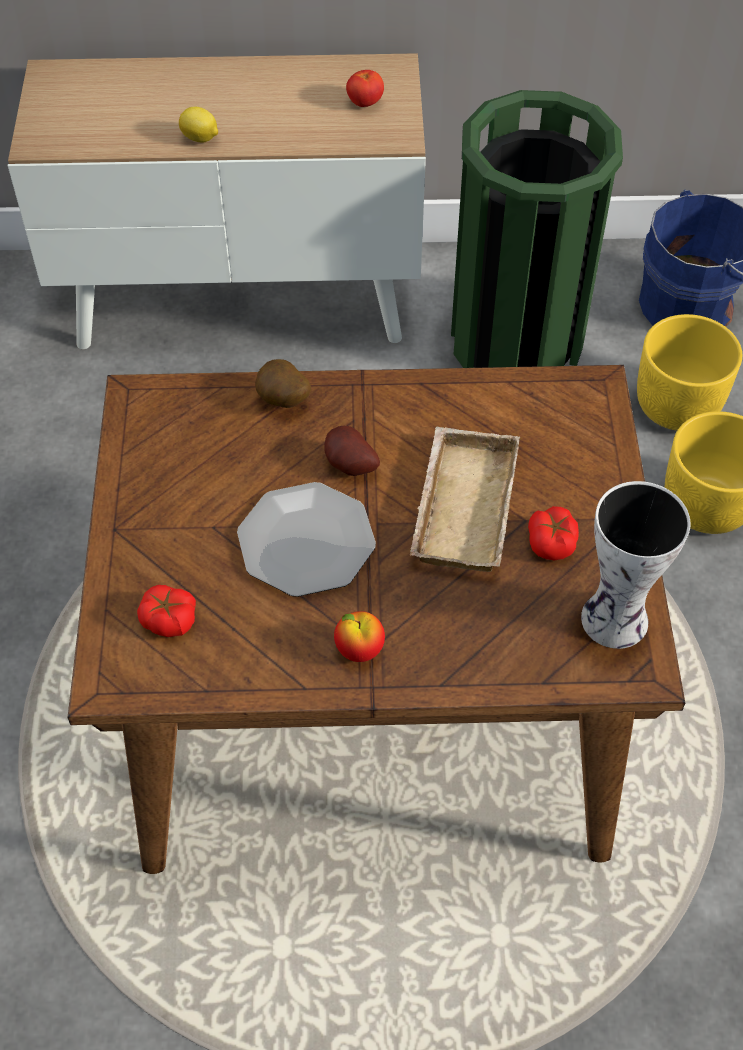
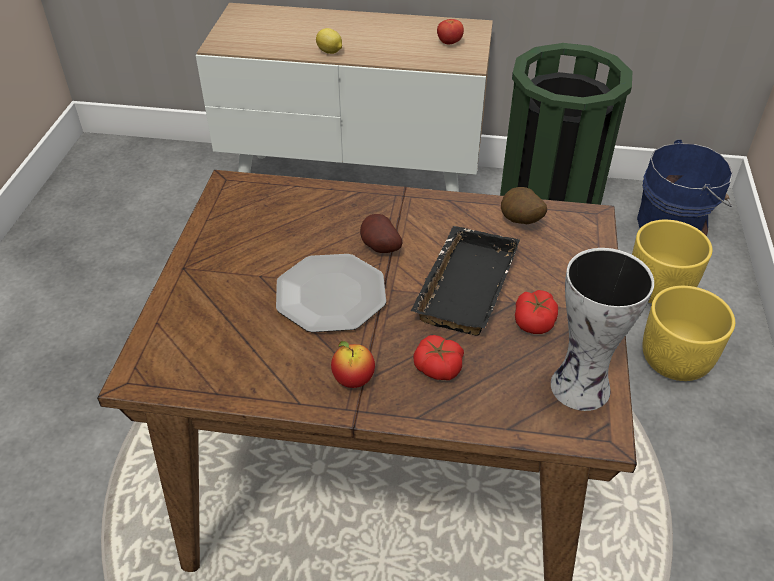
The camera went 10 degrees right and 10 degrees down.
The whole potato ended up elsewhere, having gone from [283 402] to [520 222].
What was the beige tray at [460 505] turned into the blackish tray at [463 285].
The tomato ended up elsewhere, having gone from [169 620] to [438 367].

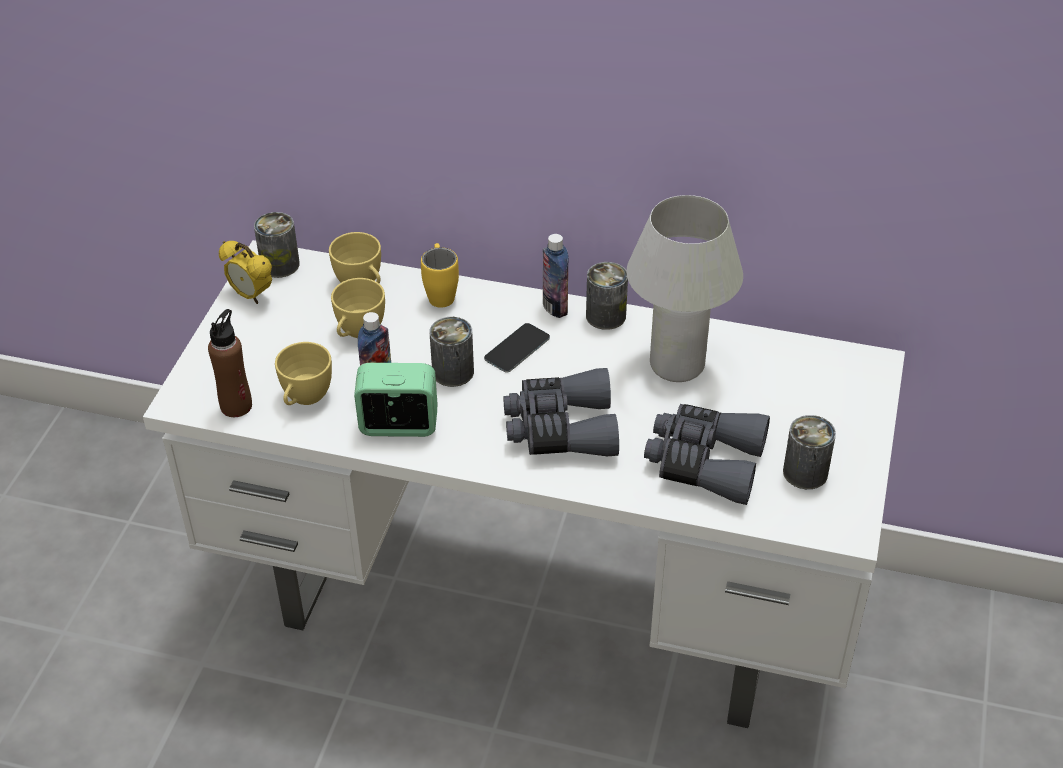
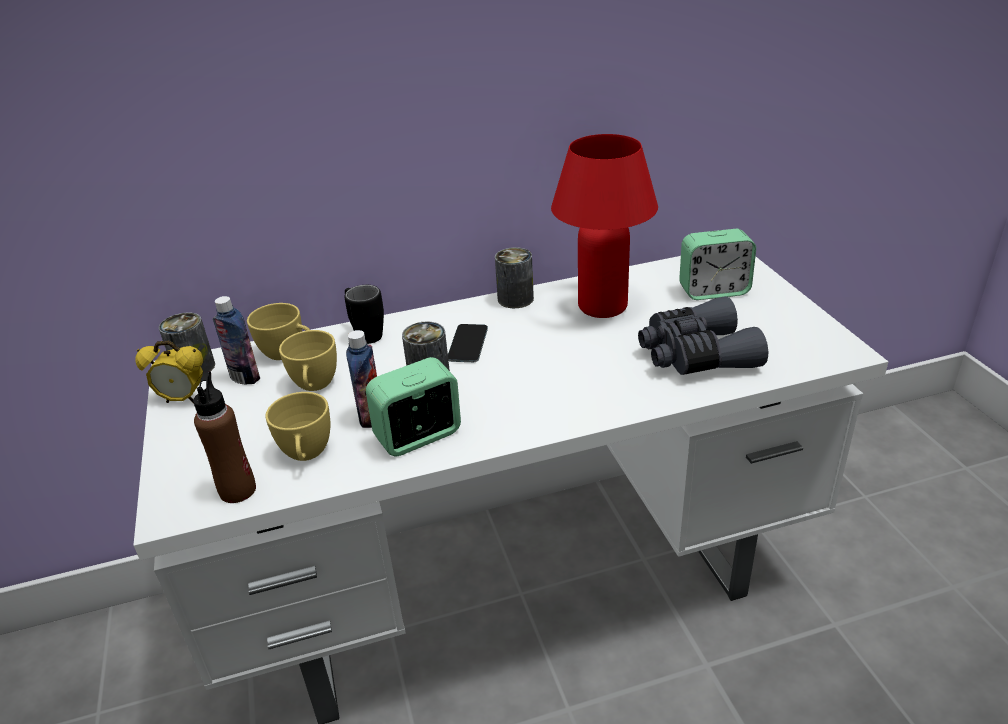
The camera went 30 degrees left and 10 degrees down.
What was the white-coloured table lamp at [676 365] turned into the reddish table lamp at [602 307].
The beverage bottle ended up elsewhere, having gone from [555 307] to [245 377].
What was the yellow tea mug at [440 293] turned into the blackish tea mug at [365 333].
The second view lost the gray field glasses at [560 428].
The second view lost the sealed can at [805 472].
The second view gained the table clock at [713 291].

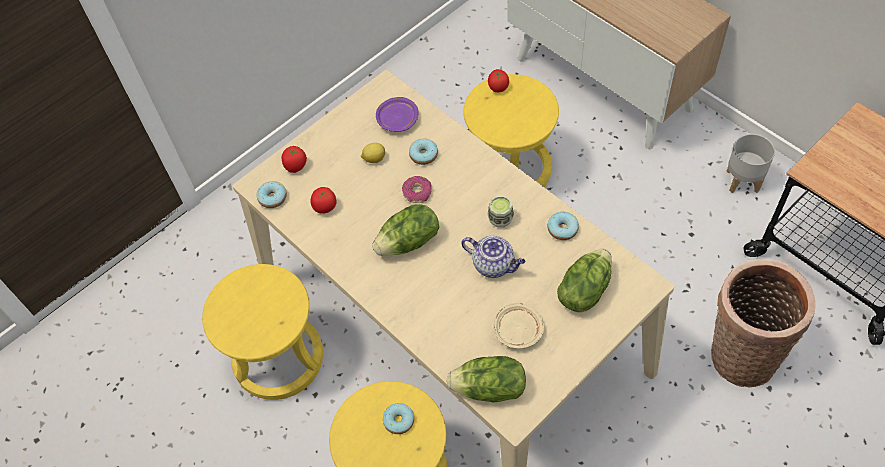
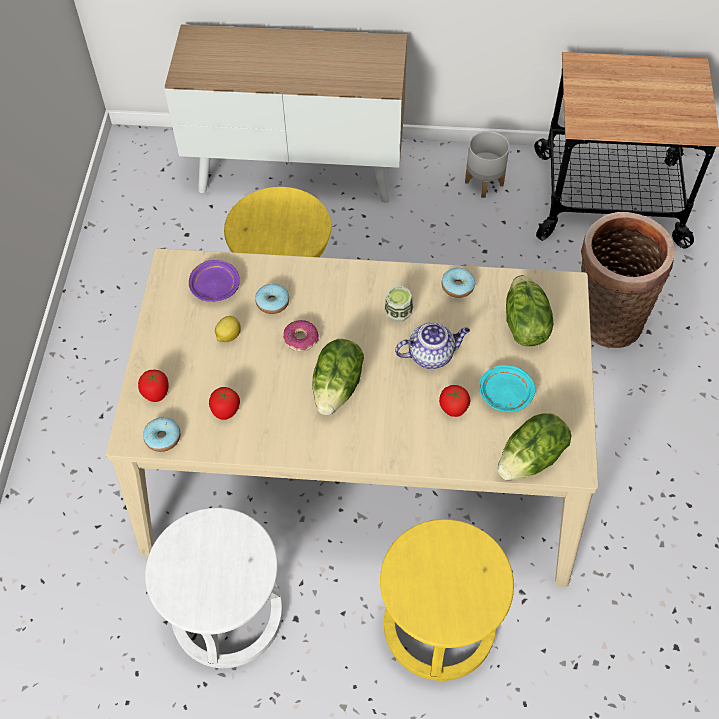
The camera went 45 degrees left and 0 degrees up.
The tomato ended up elsewhere, having gone from [498 88] to [453 408].
What was the yellow stool seat at [278 358] turned into the white-coloured stool seat at [227 615].
What was the beige flat dish at [517 329] turned into the turquoise flat dish at [505 394].
The second view lost the doughnut at [399 421].

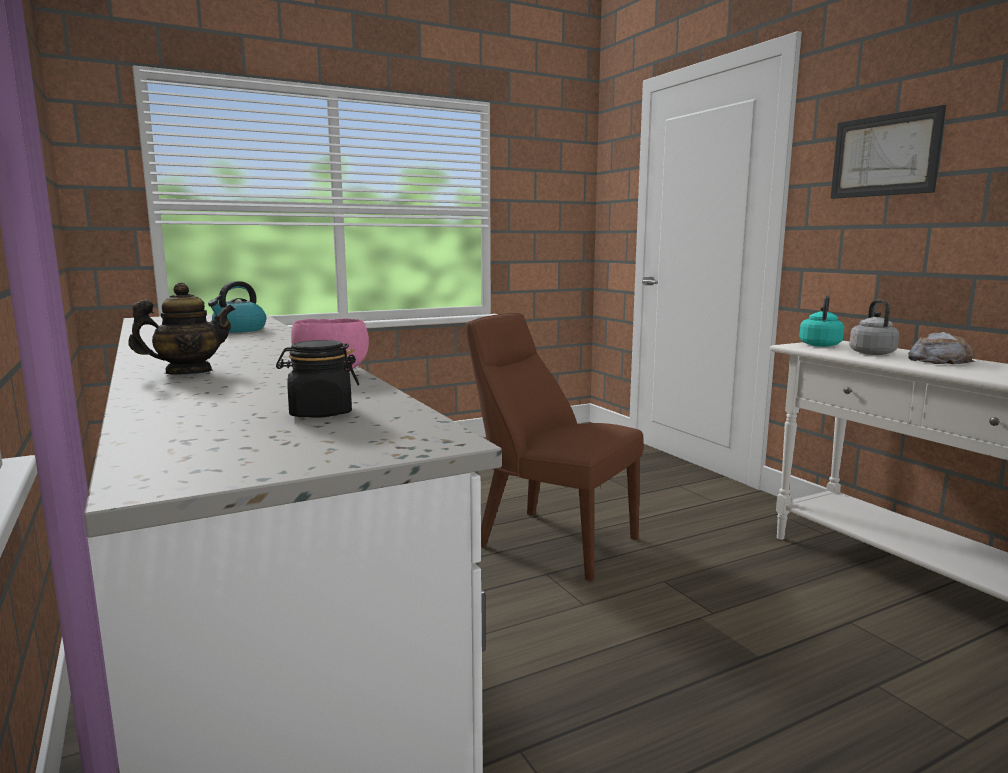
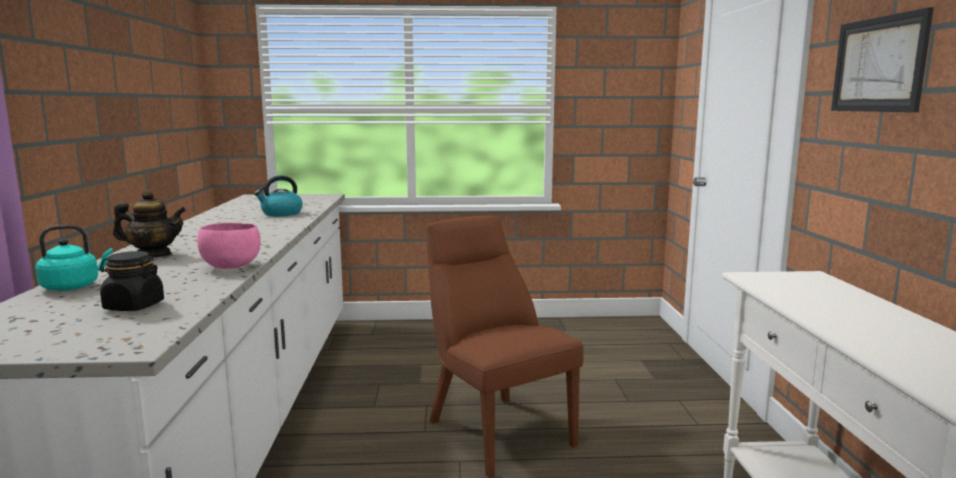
The camera went 25 degrees right and 0 degrees up.
The turquoise water kettle ended up elsewhere, having gone from [820 344] to [74 286].
The second view lost the gray water kettle at [870 353].
The second view lost the baked bread at [939 360].

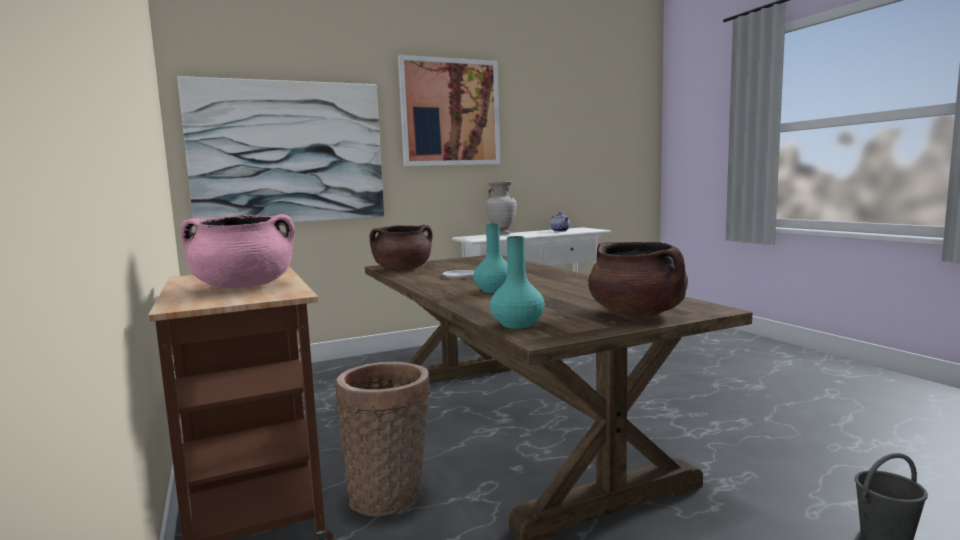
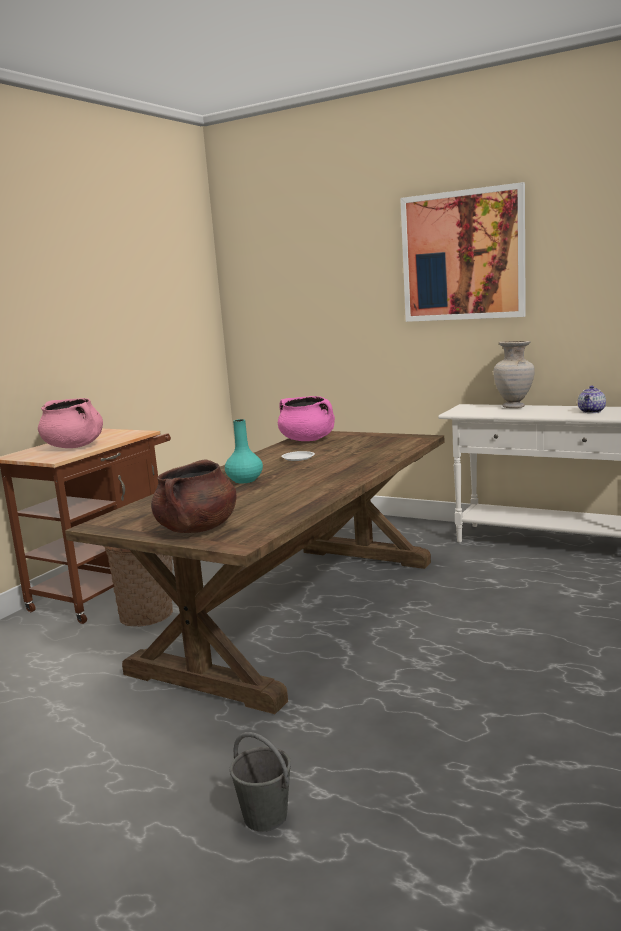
The camera went 55 degrees right and 5 degrees up.
The second view lost the wall picture at [289 153].
What was the brownish saucepot at [402 269] turned into the pink-coloured saucepot at [308 440].
The second view lost the turquoise vase at [518 324].

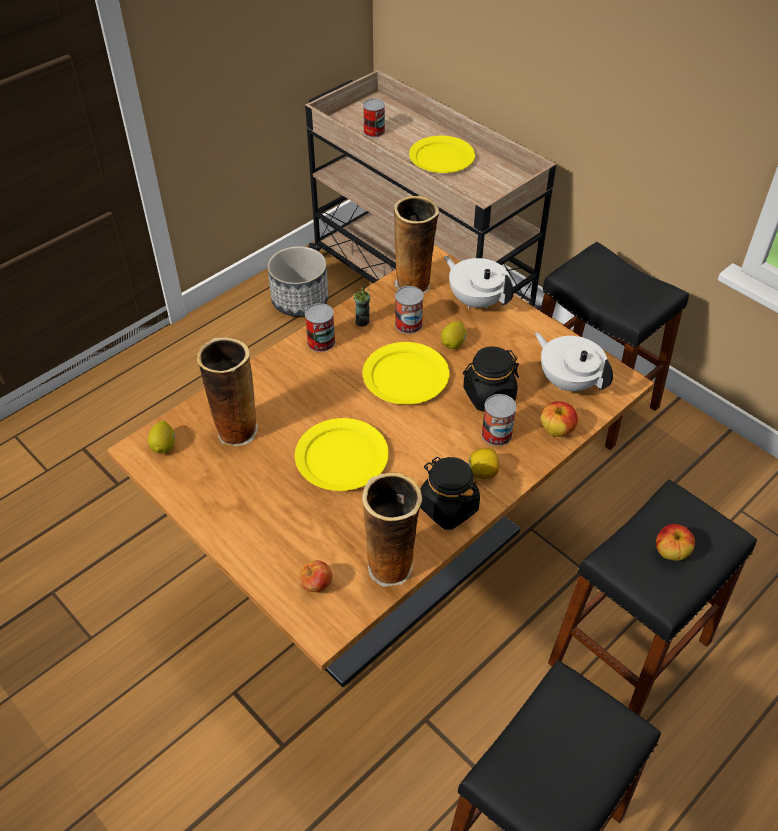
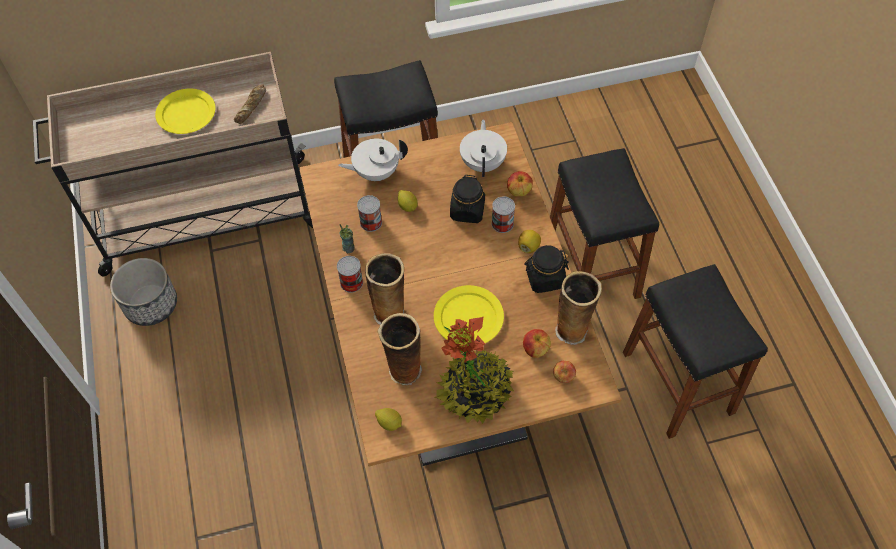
The camera went 60 degrees left and 10 degrees up.
The second view lost the sealed can at [374 131].
The vase ended up elsewhere, having gone from [414 284] to [390 312].
The white-coloured teapot at [568 381] ended up facing another way, 105 degrees clockwise from before.
The second view lost the yellow flat dish at [406 376].
The apple fruit ended up elsewhere, having gone from [671 552] to [535 349].
The second view gained the baked bread at [251 106].
The second view gained the plant in a pot at [475 392].

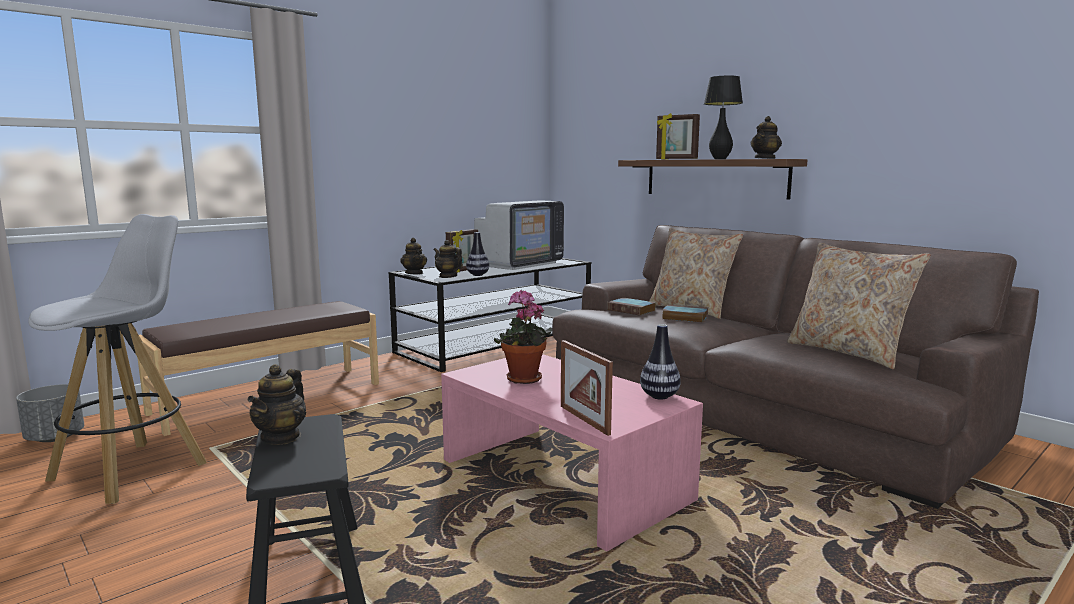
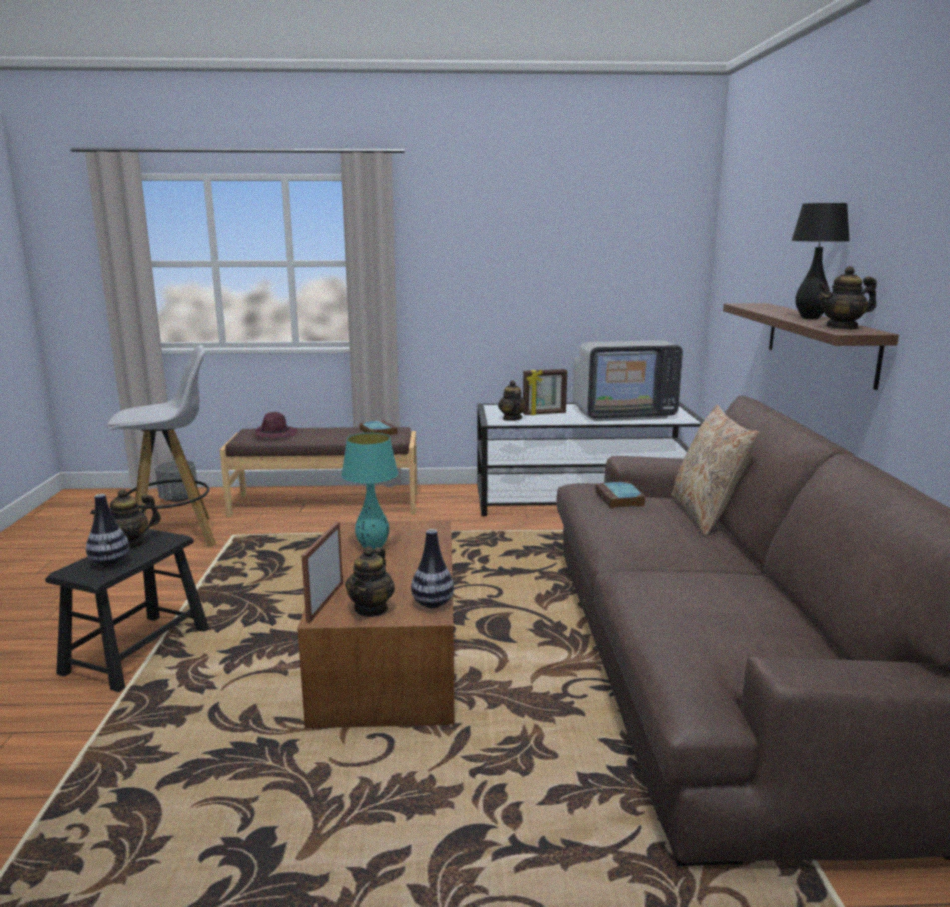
The camera went 40 degrees right and 5 degrees up.
The second view lost the picture frame at [676 159].
The vase ended up elsewhere, having gone from [477 275] to [109 563].
The teapot ended up elsewhere, having gone from [414 273] to [371 609].
The second view lost the beige cushion at [848 352].
Where the plant in a pot stood at [523 380], the turquoise table lamp came to stand at [373 548].
The volume ended up elsewhere, having gone from [683 317] to [377 432].
What was the pink-coloured low table at [563 479] turned into the brownish low table at [390 655].
The second view gained the purple-coloured clothing hat at [274 435].

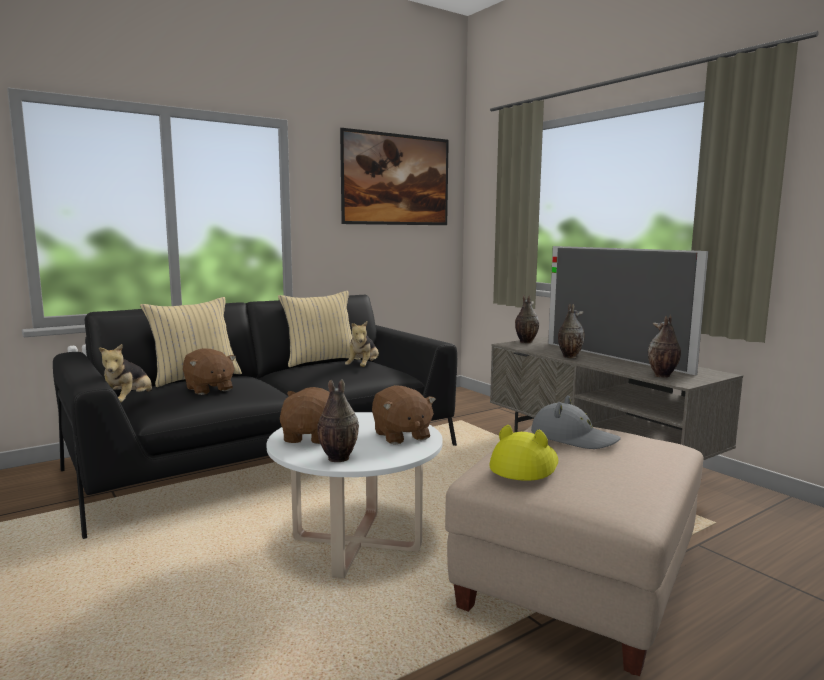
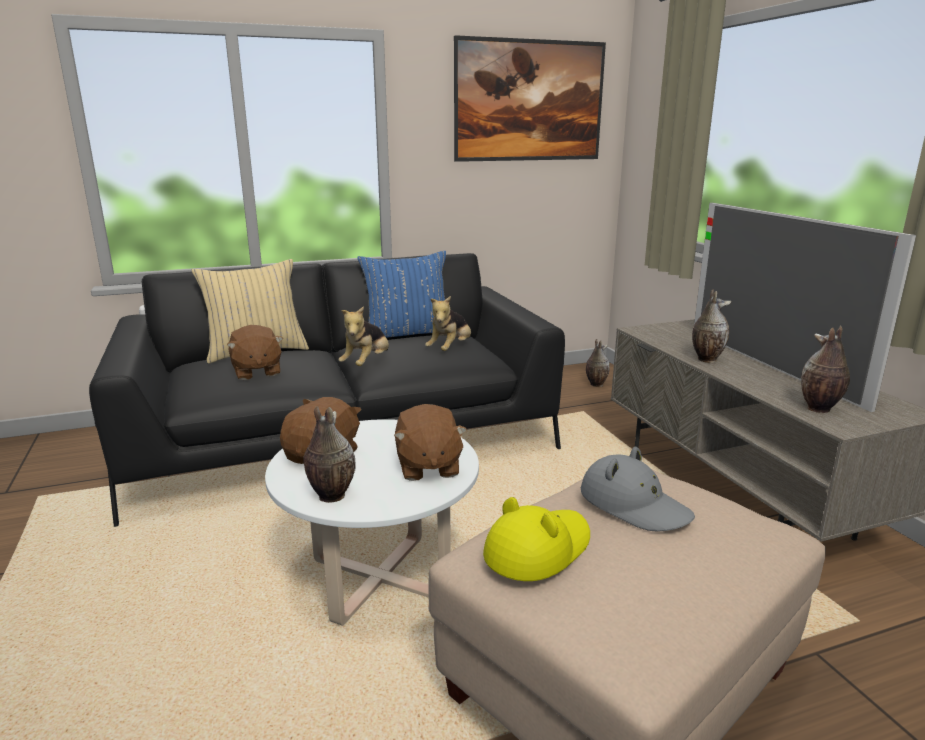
The camera went 15 degrees right and 10 degrees up.
What was the beige cushion at [320 361] turned into the blue cushion at [407 335].
The vase ended up elsewhere, having gone from [525 342] to [595 384].
The plush toy ended up elsewhere, having gone from [128 402] to [367 363].

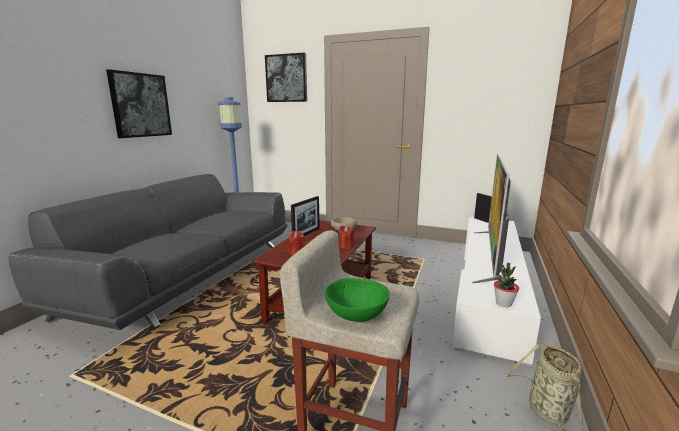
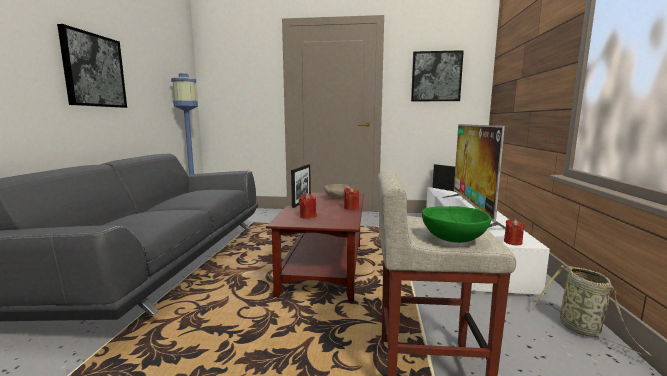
The camera went 15 degrees left and 5 degrees down.
The wall picture ended up elsewhere, having gone from [286 78] to [436 76].
Where the plant in a pot stood at [503 303], the reddish wax candle came to stand at [512 242].

